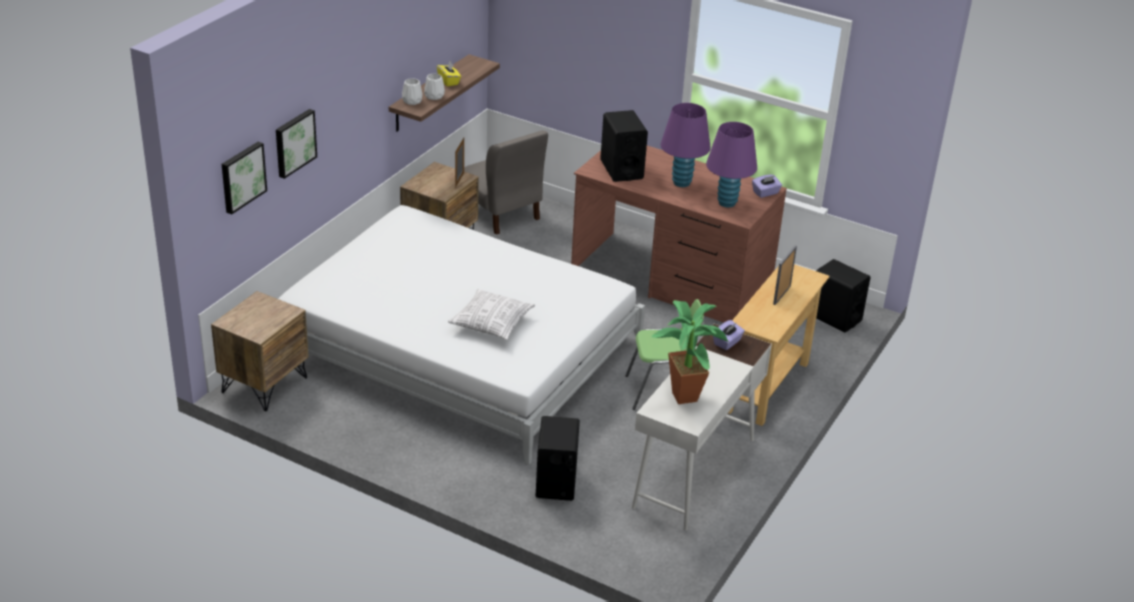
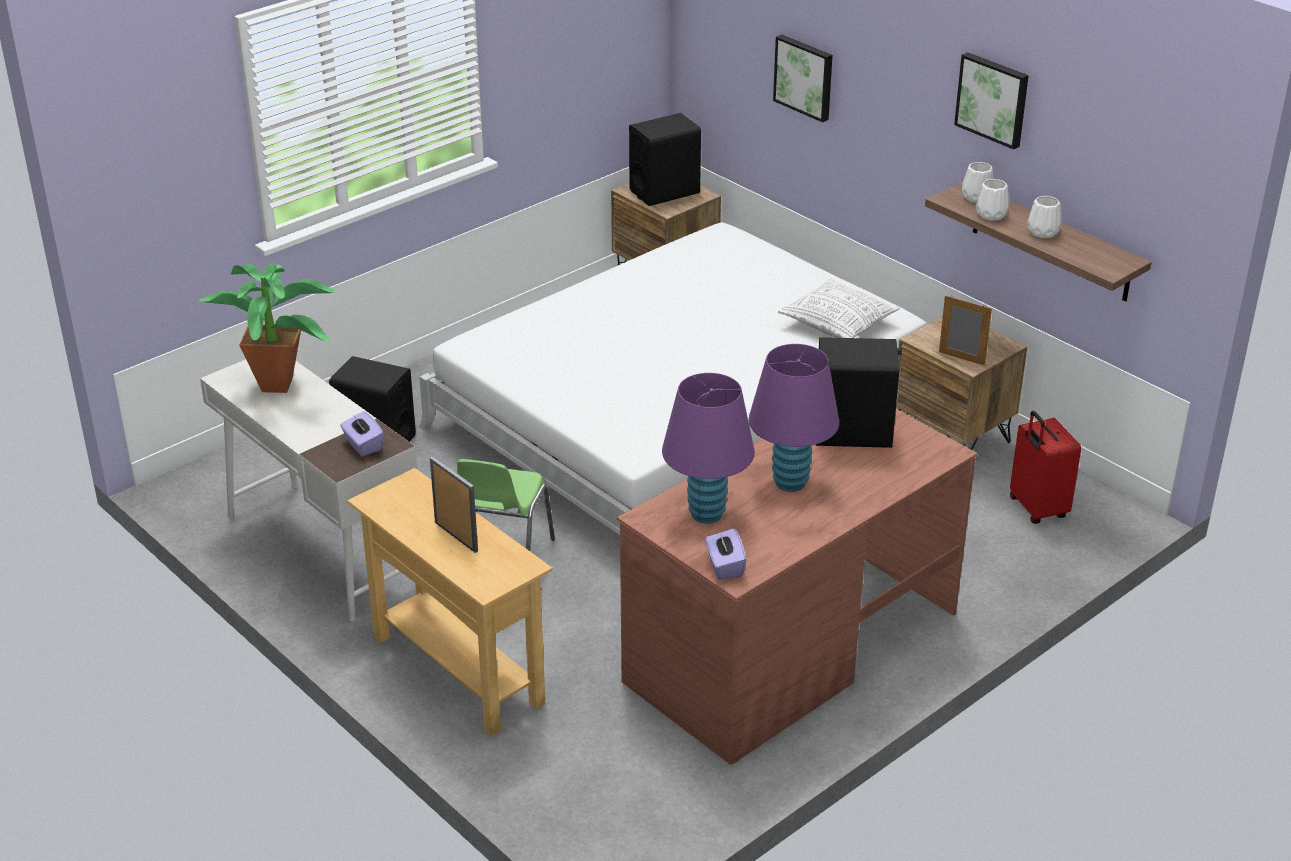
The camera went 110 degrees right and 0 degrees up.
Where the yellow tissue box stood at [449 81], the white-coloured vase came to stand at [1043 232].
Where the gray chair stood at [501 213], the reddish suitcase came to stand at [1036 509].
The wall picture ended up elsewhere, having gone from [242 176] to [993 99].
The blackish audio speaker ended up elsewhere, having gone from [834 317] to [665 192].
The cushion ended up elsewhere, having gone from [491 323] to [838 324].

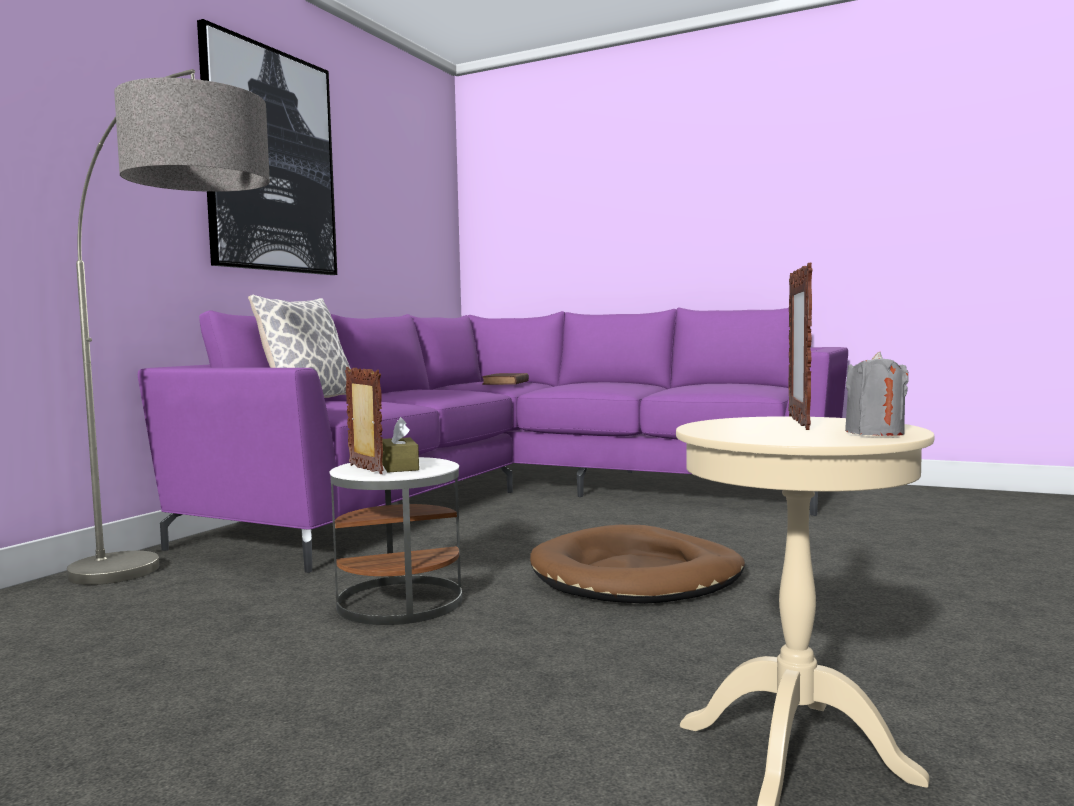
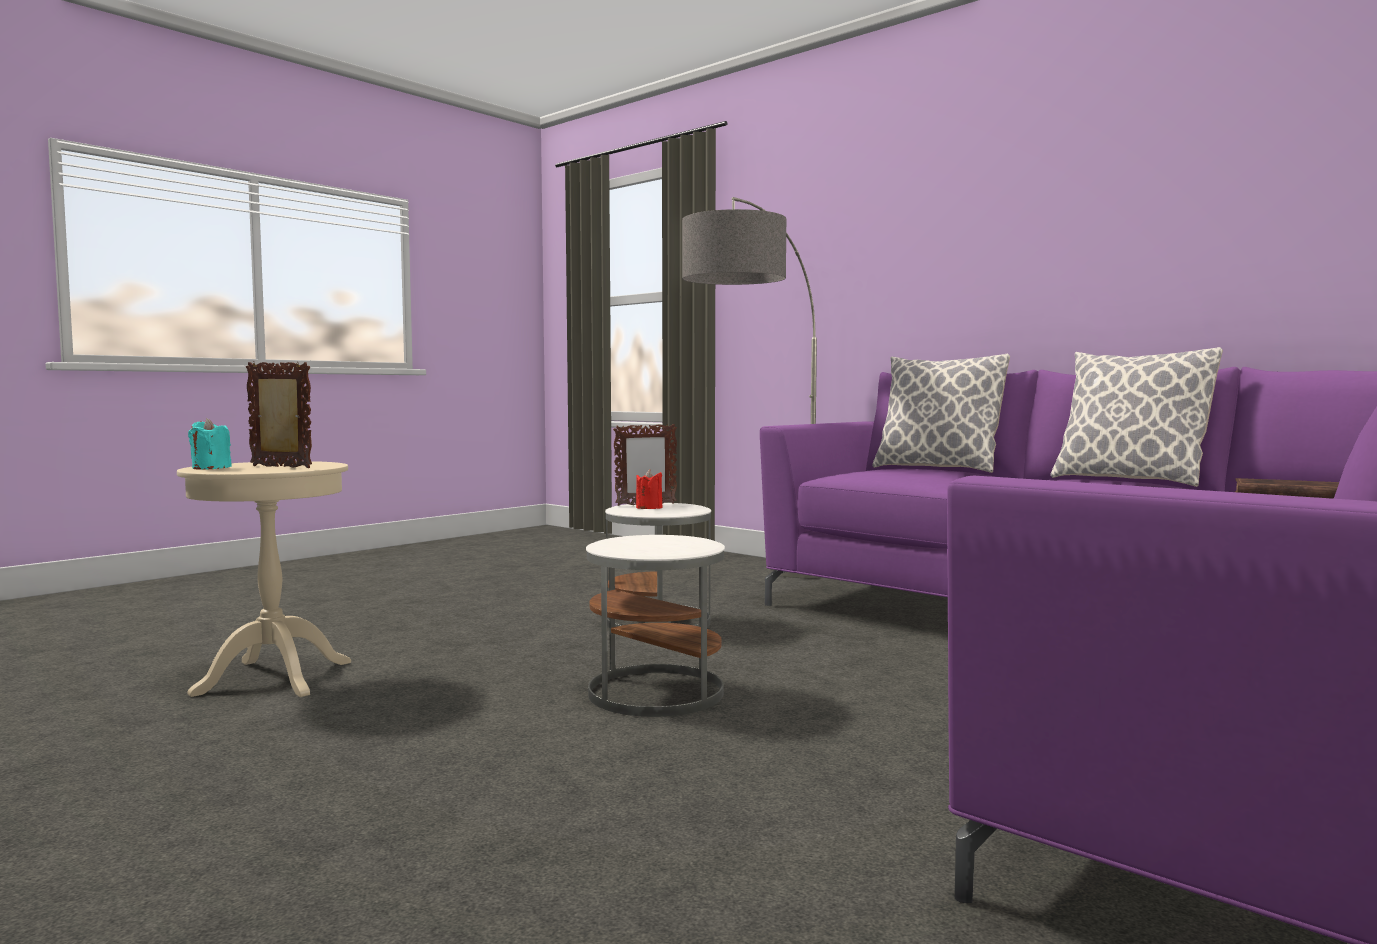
The camera went 105 degrees right and 0 degrees up.
The second view lost the wall picture at [271 161].
What was the gray wax candle at [874 433] turned into the turquoise wax candle at [211 468].
Where the brownish tissue box stood at [399 466], the reddish wax candle came to stand at [649 508].
Where the brownish dog cushion stood at [637 575], the white-coloured side table came to stand at [656 693].
The second view gained the cushion at [1128 481].

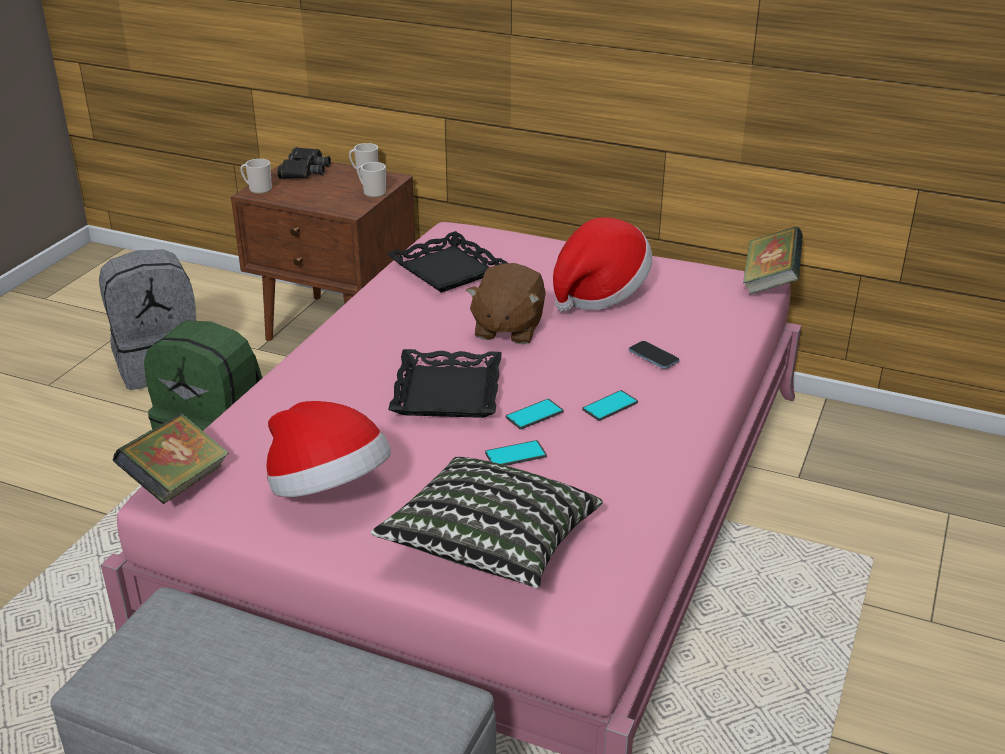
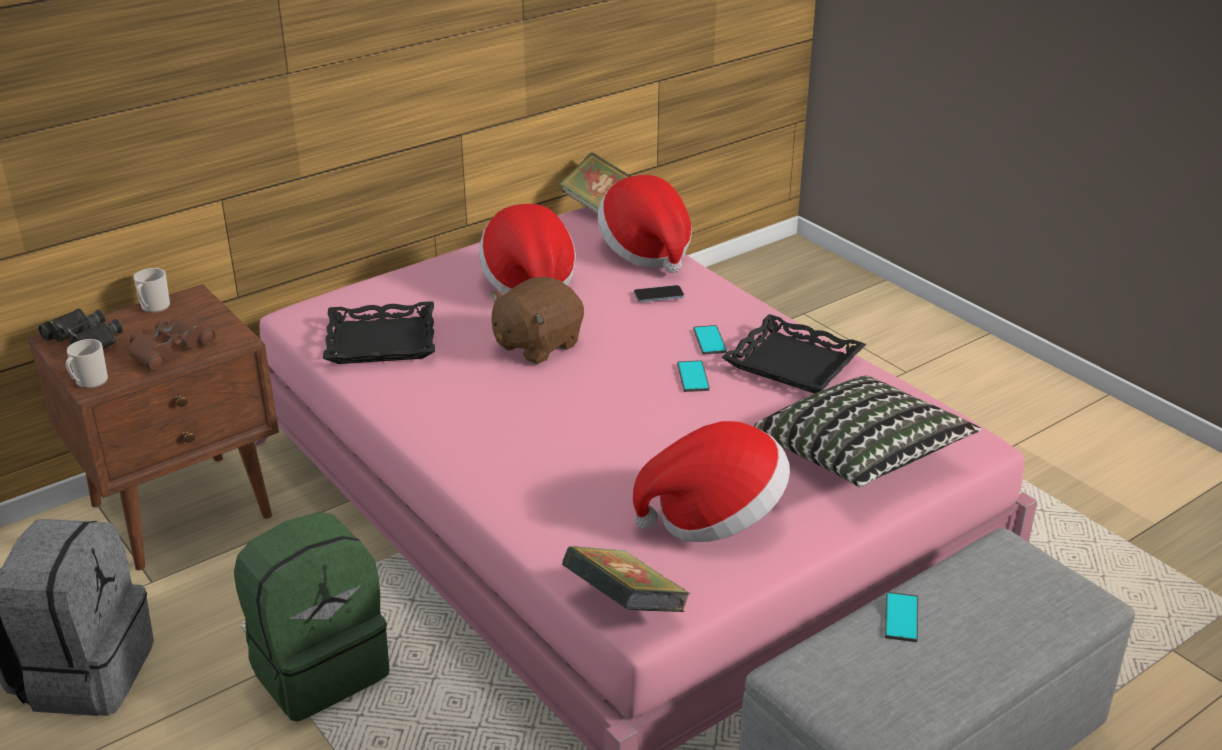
The camera went 60 degrees left and 0 degrees up.
The second view lost the tea mug at [372 192].
The brownish plush toy at [507 328] ended up facing another way, 90 degrees clockwise from before.
The blackish tray ended up elsewhere, having gone from [446 392] to [792 363].
The telephone ended up elsewhere, having gone from [515 455] to [901 617].
The second view gained the clothing hat at [646 251].
The second view gained the brownish field glasses at [169 349].

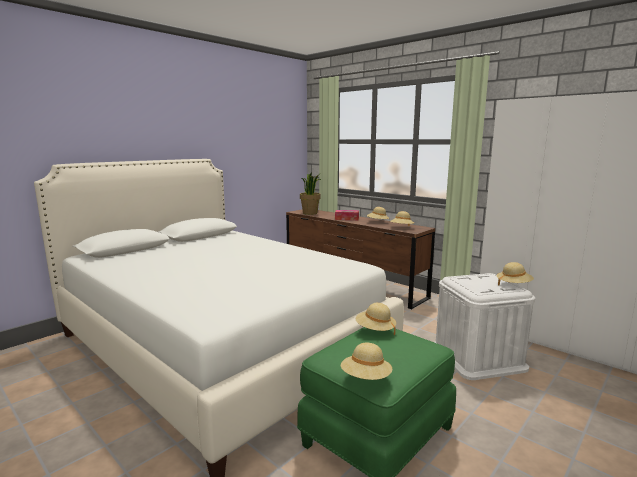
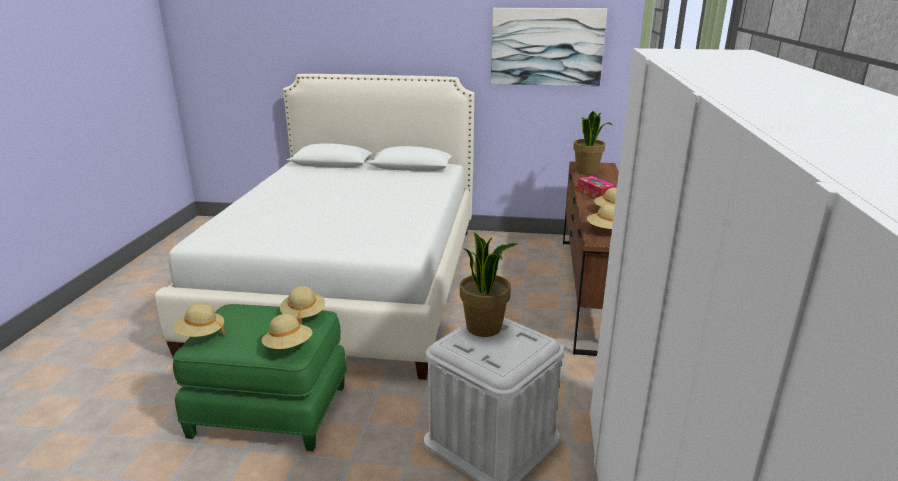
The camera went 55 degrees right and 10 degrees up.
The beige clothing hat ended up elsewhere, having gone from [513 284] to [288 346].
The second view gained the wall picture at [546 47].
The second view gained the plant in a pot at [484 327].

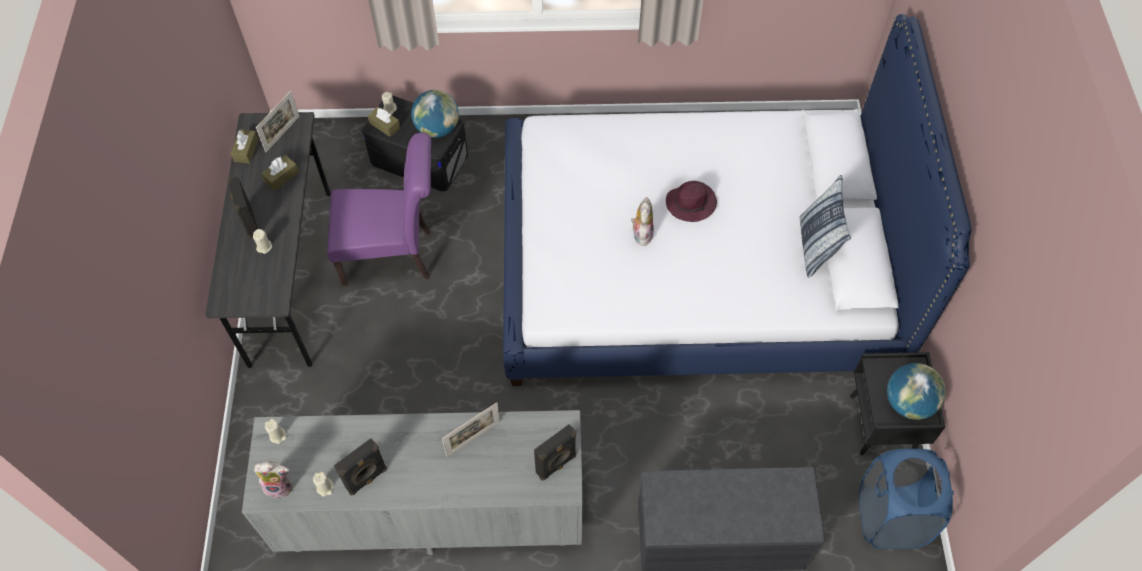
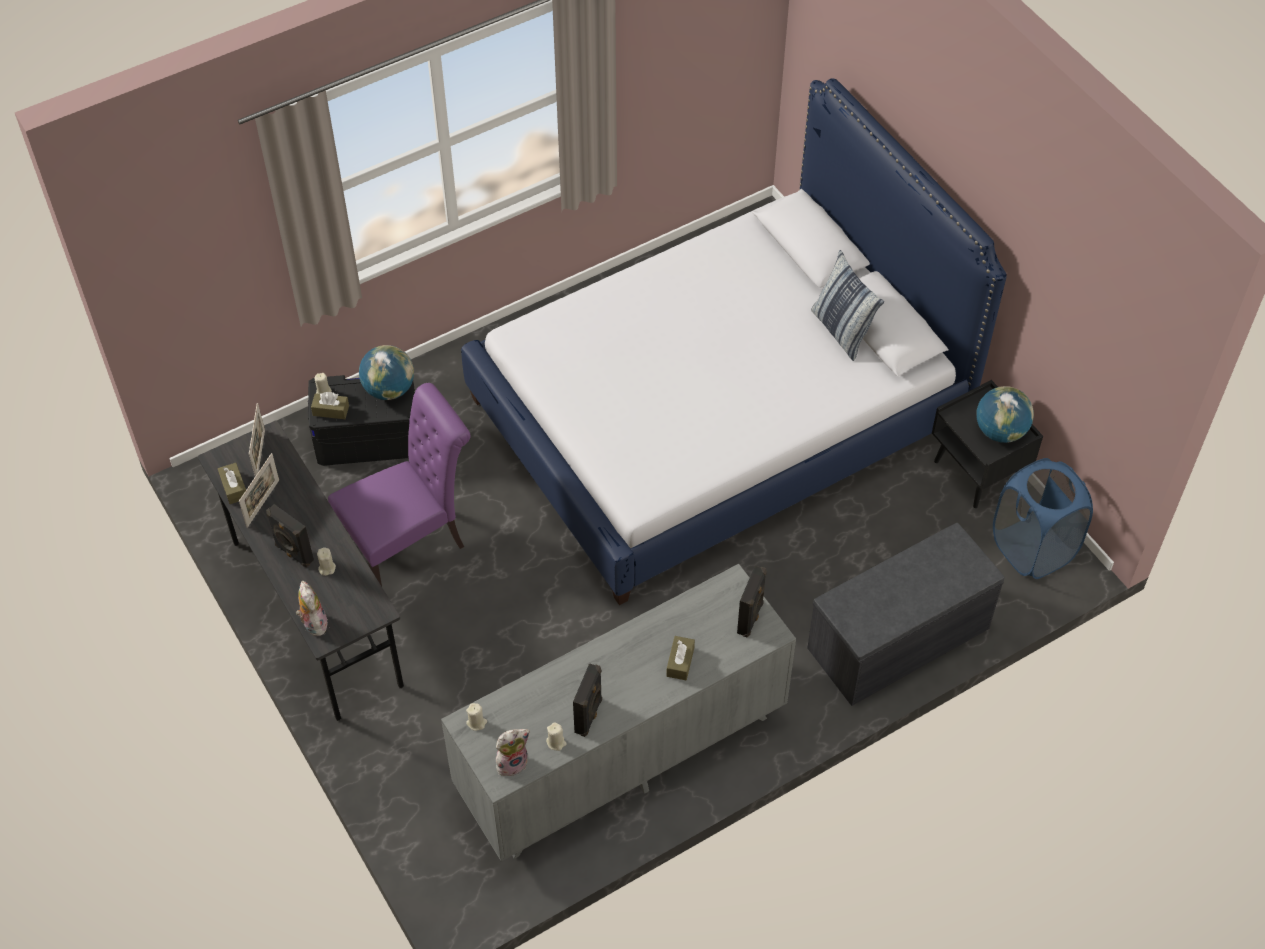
The camera went 30 degrees left and 5 degrees down.
The brownish tissue box ended up elsewhere, having gone from [281 177] to [680 662].
The second view lost the purple-coloured clothing hat at [691 203].
The plush toy ended up elsewhere, having gone from [641 234] to [313 623].
The picture frame ended up elsewhere, having gone from [473 439] to [263 503].

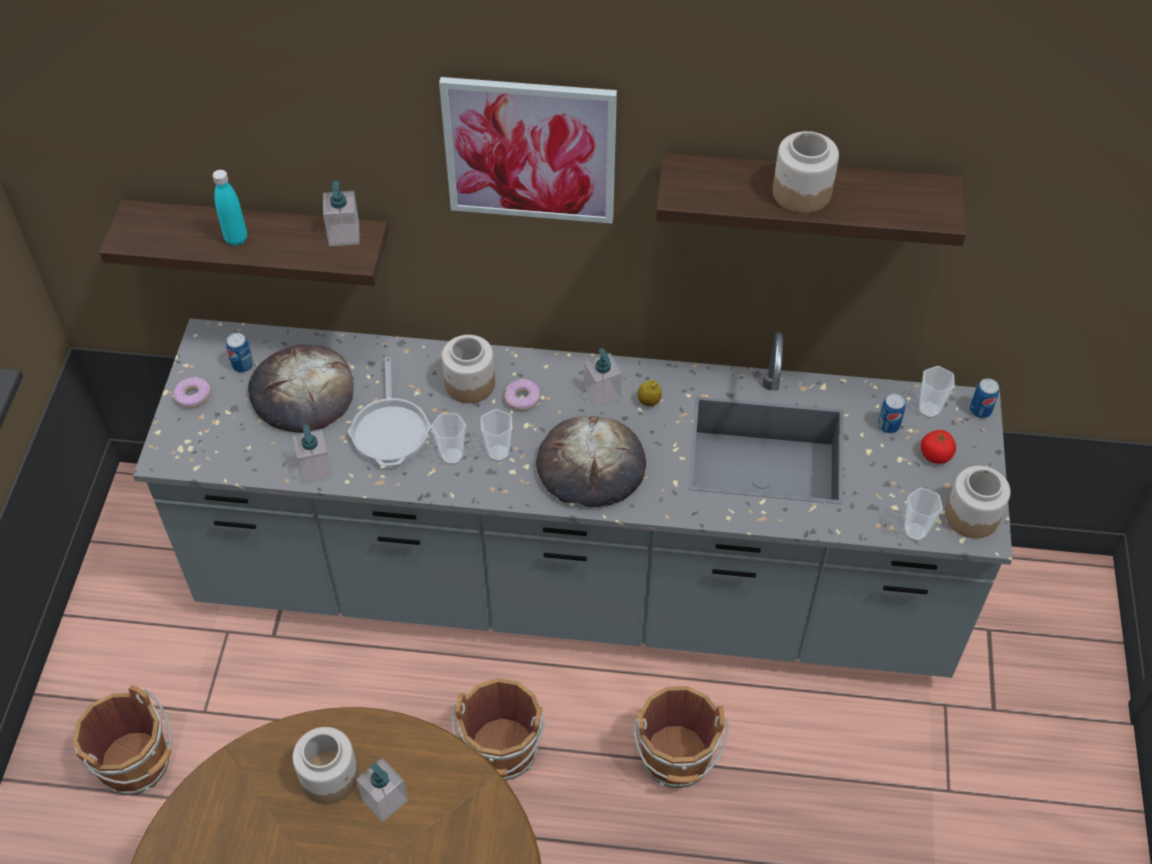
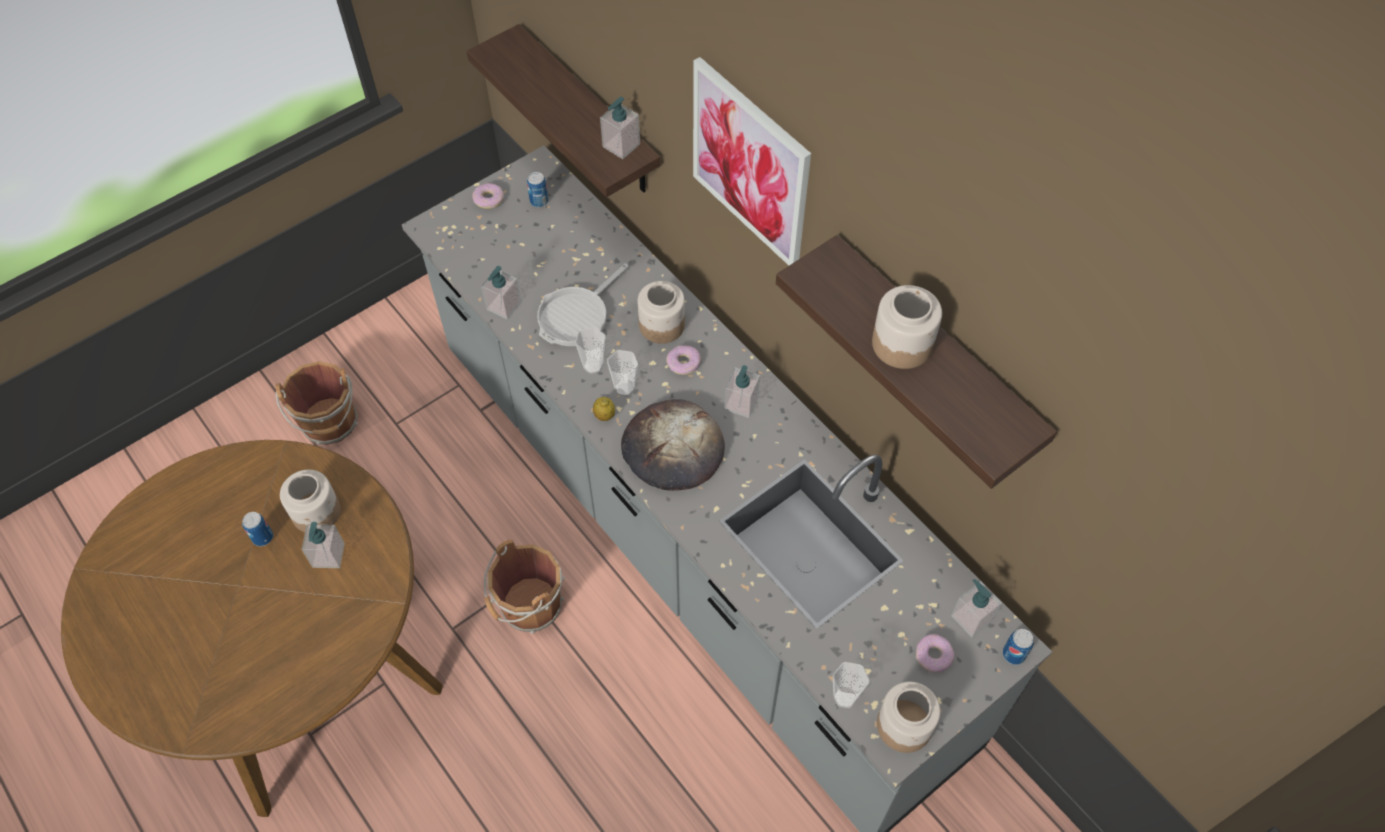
The camera went 45 degrees right and 5 degrees up.
The second view lost the turquoise beverage bottle at [236 239].
The second view lost the baked bread at [302 392].
Where the drinking cup stood at [929 410], the soap dispenser came to stand at [971 618].
The lemon ended up elsewhere, having gone from [649 402] to [604 415].
The sealed can ended up elsewhere, having gone from [888 425] to [263 537].
Where the tomato stood at [935 455], the doughnut came to stand at [933 656].
The second view lost the brownish pail at [676 760].

